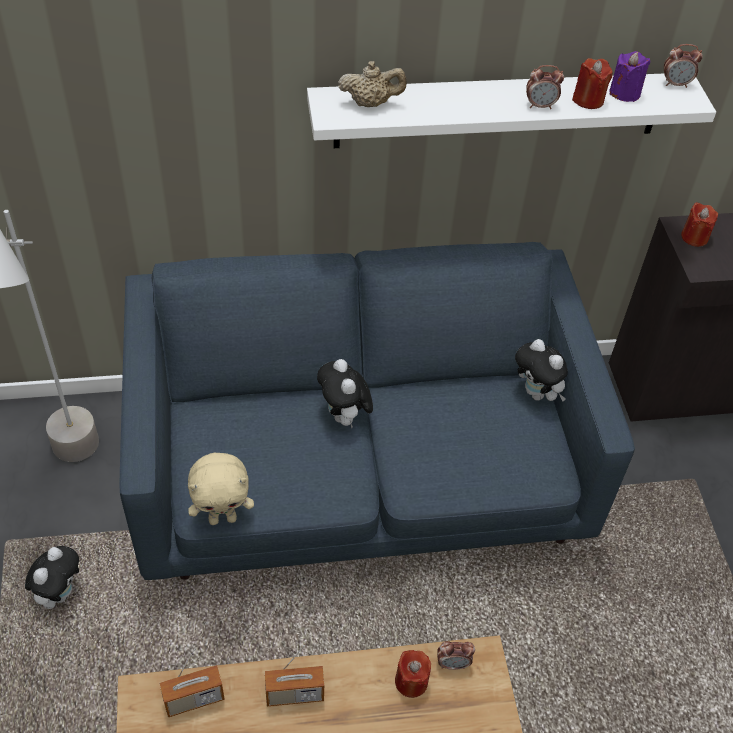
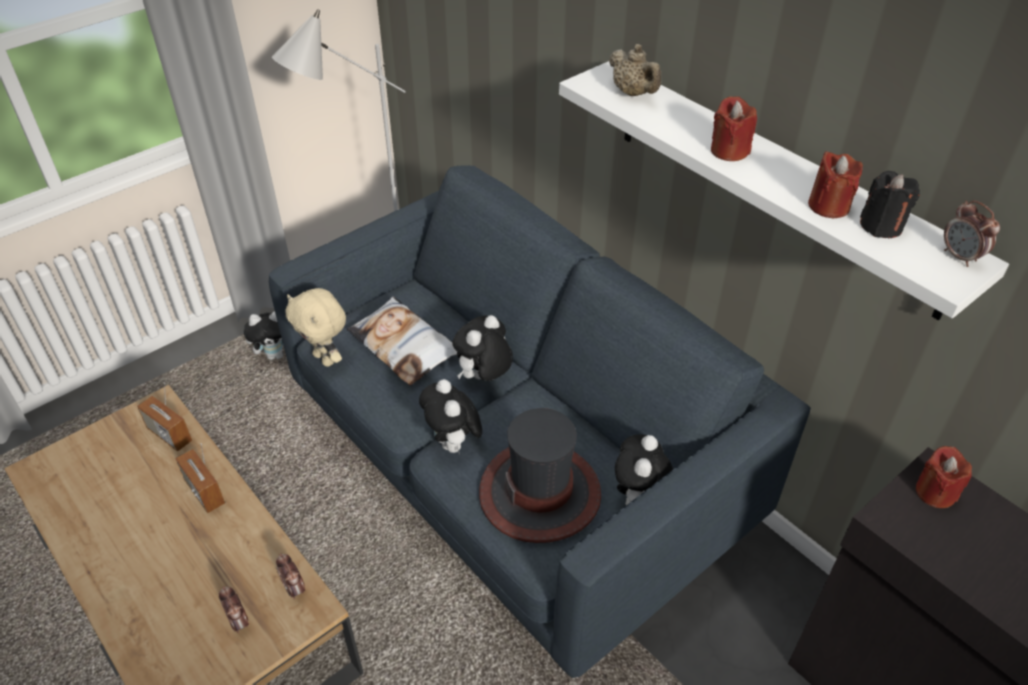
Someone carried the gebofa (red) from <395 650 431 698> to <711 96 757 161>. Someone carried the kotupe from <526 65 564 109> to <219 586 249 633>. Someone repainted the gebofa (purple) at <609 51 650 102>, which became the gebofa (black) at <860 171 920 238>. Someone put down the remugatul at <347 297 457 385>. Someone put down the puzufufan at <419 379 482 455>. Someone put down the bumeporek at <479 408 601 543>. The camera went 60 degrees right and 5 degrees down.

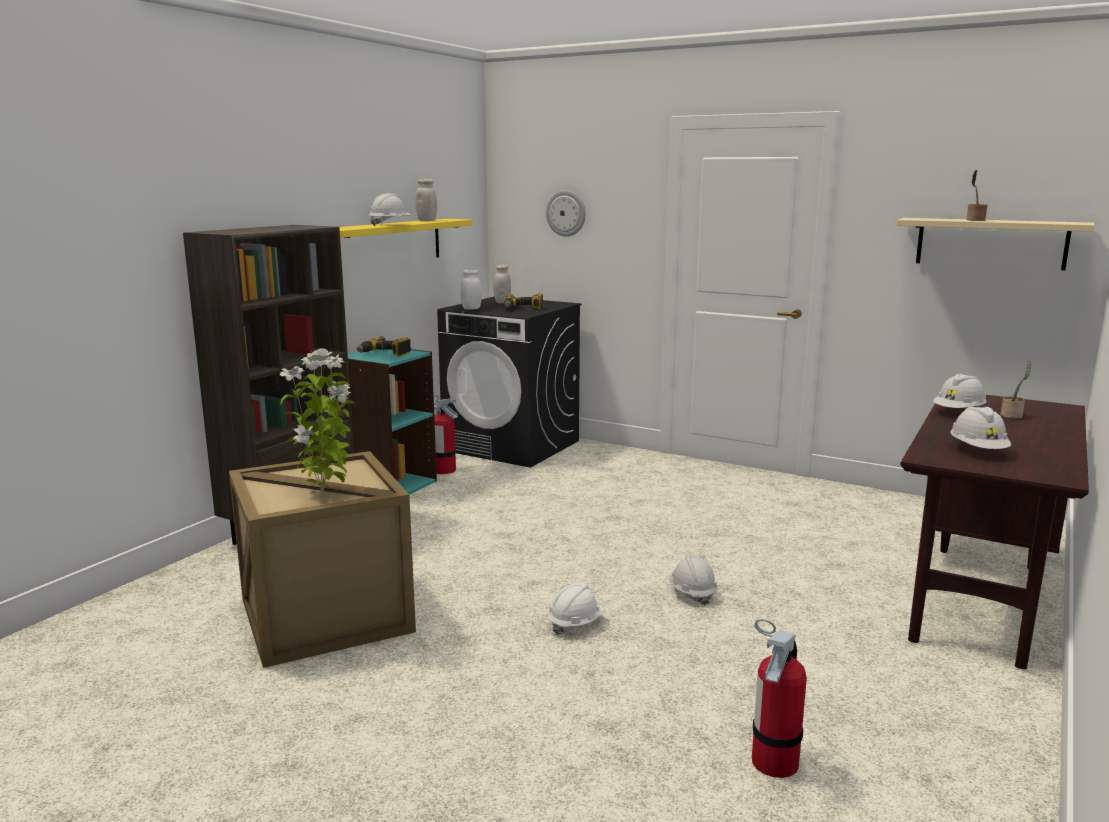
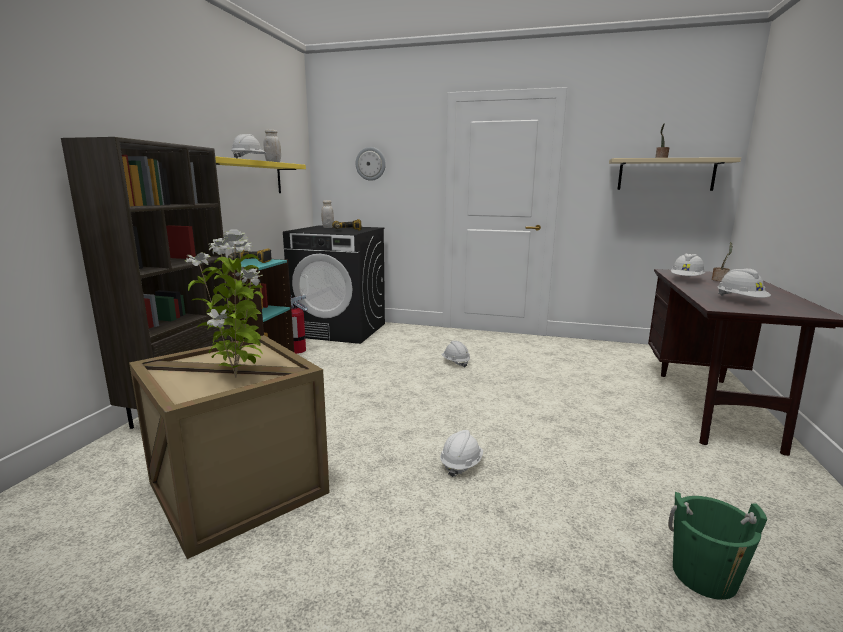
Someone took away the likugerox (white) at <460 269 481 310>. Someone carried the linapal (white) from <669 554 717 606> to <441 341 470 368>. Someone swapped the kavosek at <752 619 807 778> for the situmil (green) at <668 492 767 600>. The camera went 15 degrees left and 0 degrees up.

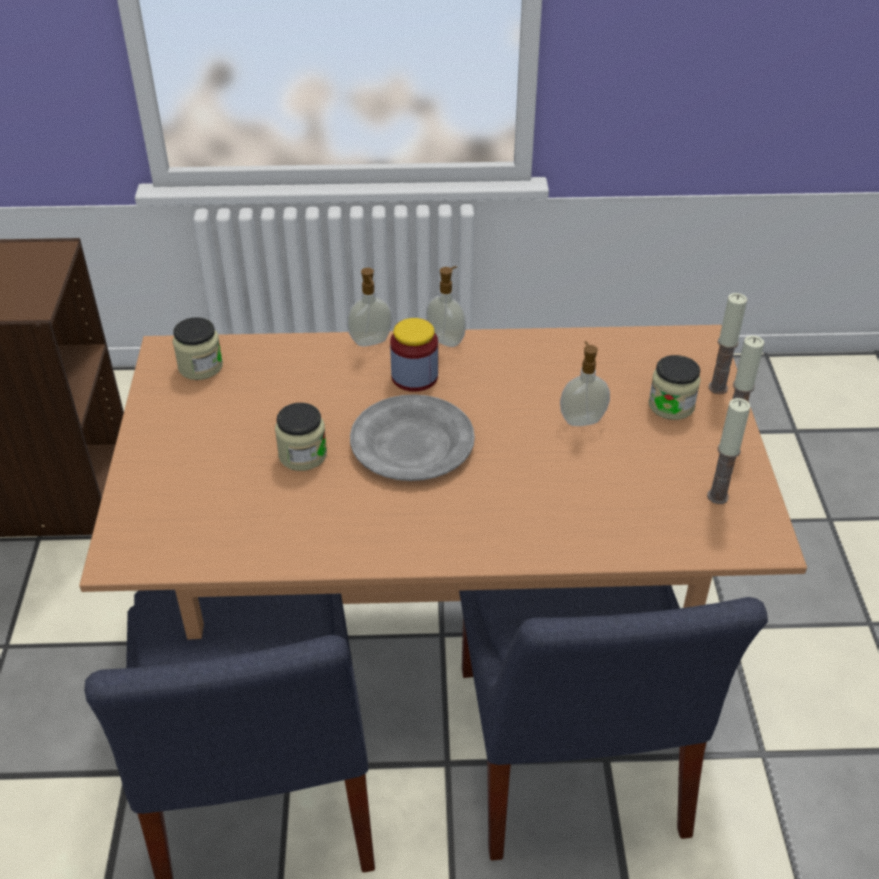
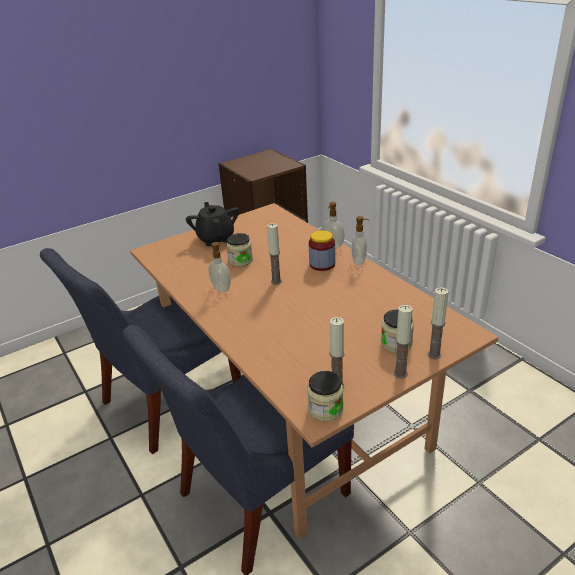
Someone carried the likugerox from <173 317 223 380> to <307 371 343 421>. Someone swapped the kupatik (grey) at <350 394 475 481> for the gebofa at <267 223 282 285>. Someone carried the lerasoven from <560 341 610 426> to <208 242 231 292>. Someone put down the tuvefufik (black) at <186 202 239 246>. The camera went 60 degrees right and 10 degrees down.

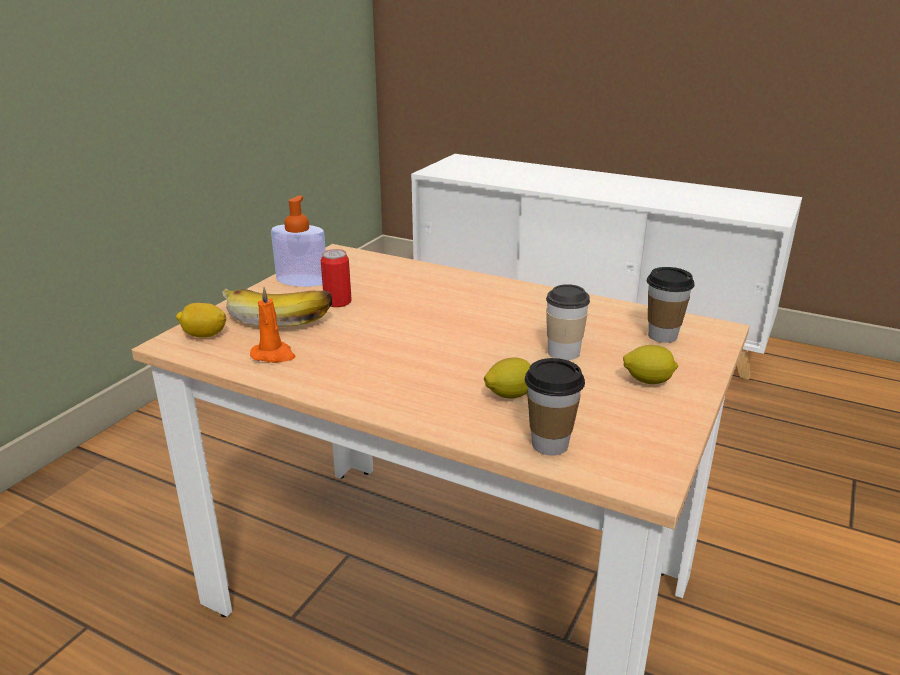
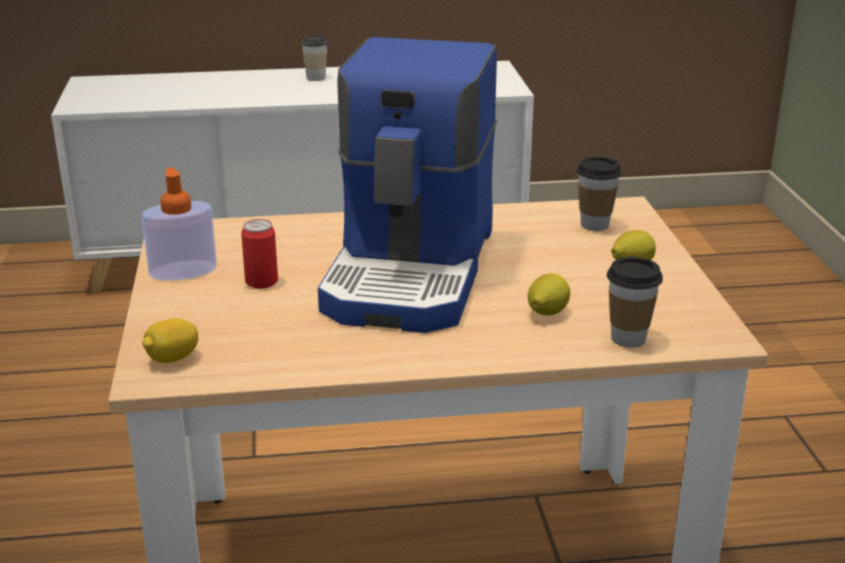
Someone took away the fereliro at <222 288 332 327>. Someone took away the gebofa (orange) at <250 287 295 363>. Someone carried the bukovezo from <546 284 590 360> to <302 35 328 81>. Someone put down the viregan at <318 37 497 333>. The camera went 35 degrees left and 0 degrees up.

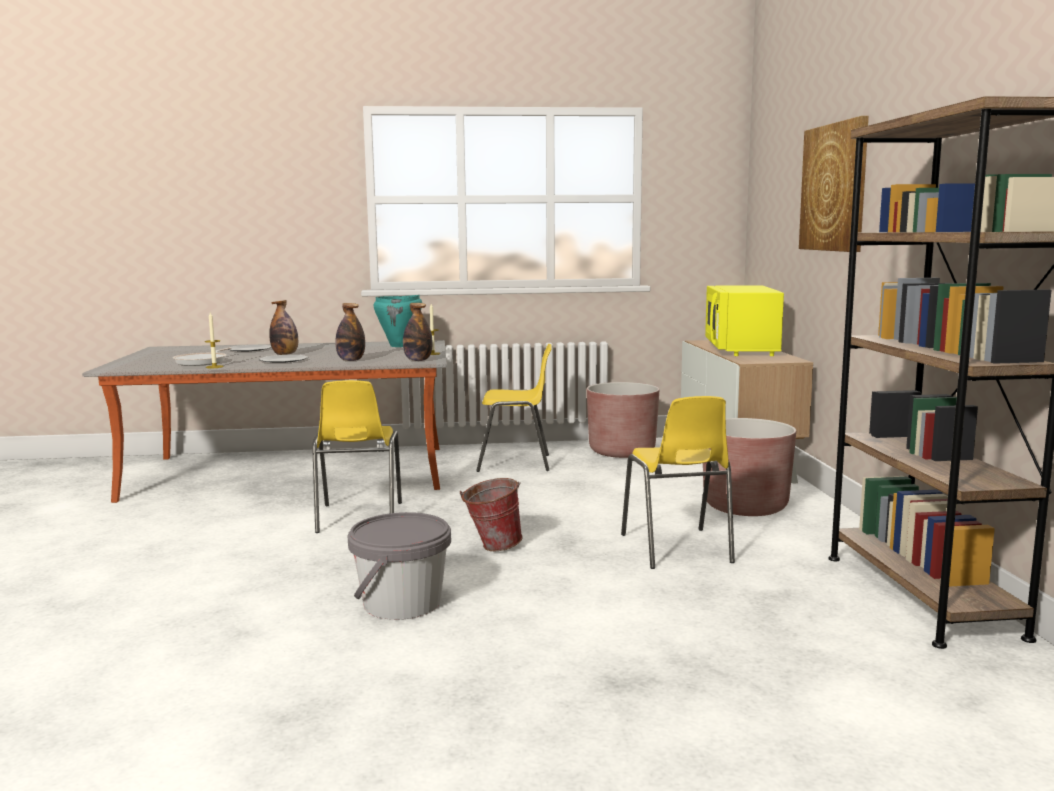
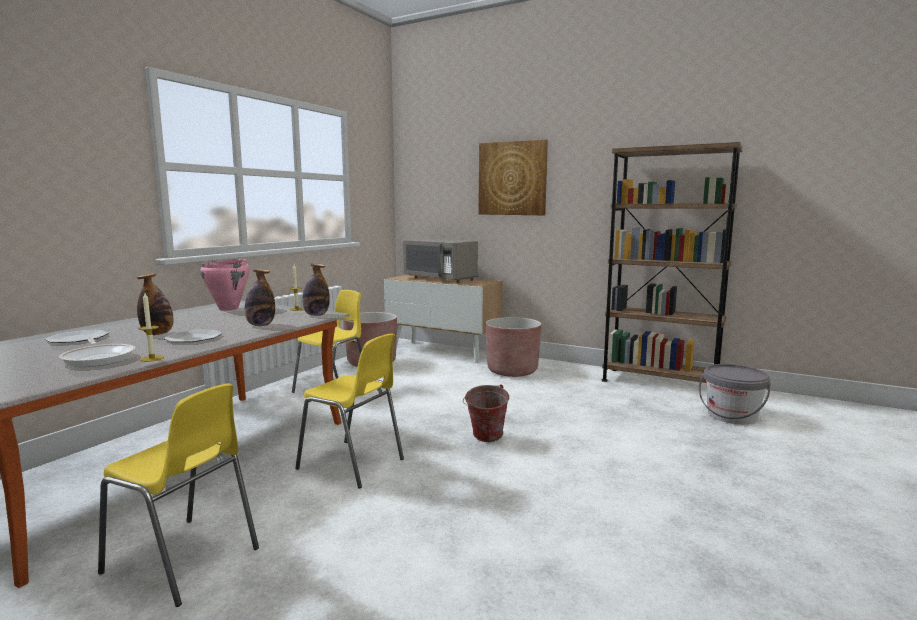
Someone carried the situmil (grey) from <348 512 451 620> to <699 364 771 424>. Someone repainted the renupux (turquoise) at <374 295 422 347>, which became the renupux (pink) at <200 259 250 311>. Someone carried the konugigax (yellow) from <621 396 735 569> to <98 383 259 607>. Someone repainted the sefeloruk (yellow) at <705 285 784 356>, which became the sefeloruk (grey) at <403 238 478 283>. The camera went 55 degrees left and 0 degrees up.

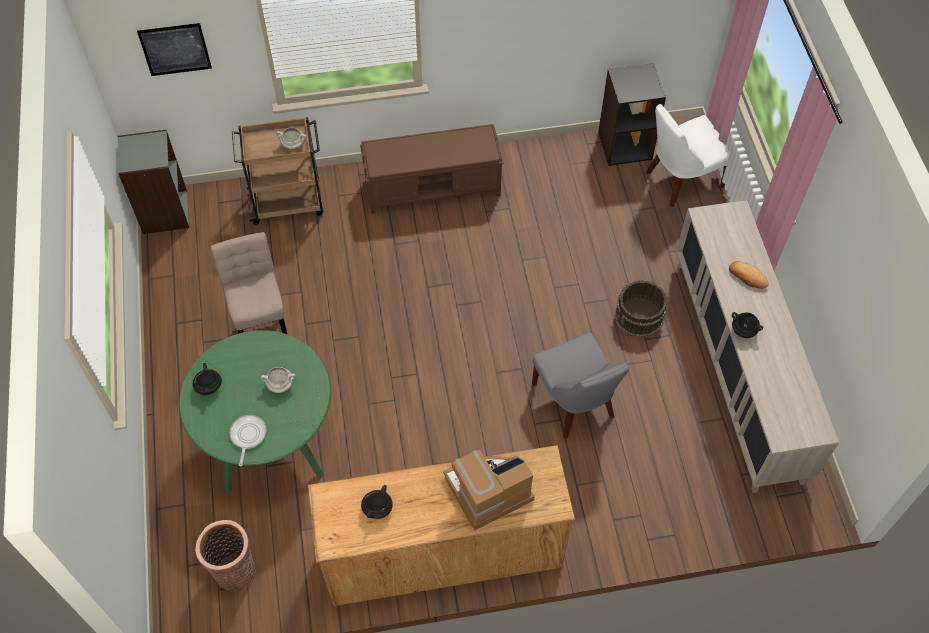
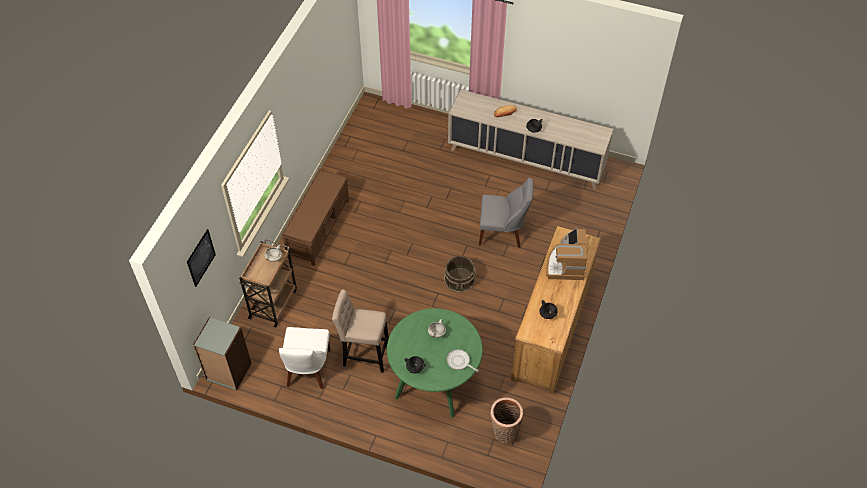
Someone took away the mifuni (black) at <598 63 666 166>. Someone carried the situmil (brown) from <615 280 668 337> to <444 256 475 293>. Someone carried the konugigax (white) from <646 104 731 207> to <279 327 331 389>. The camera went 60 degrees left and 5 degrees down.

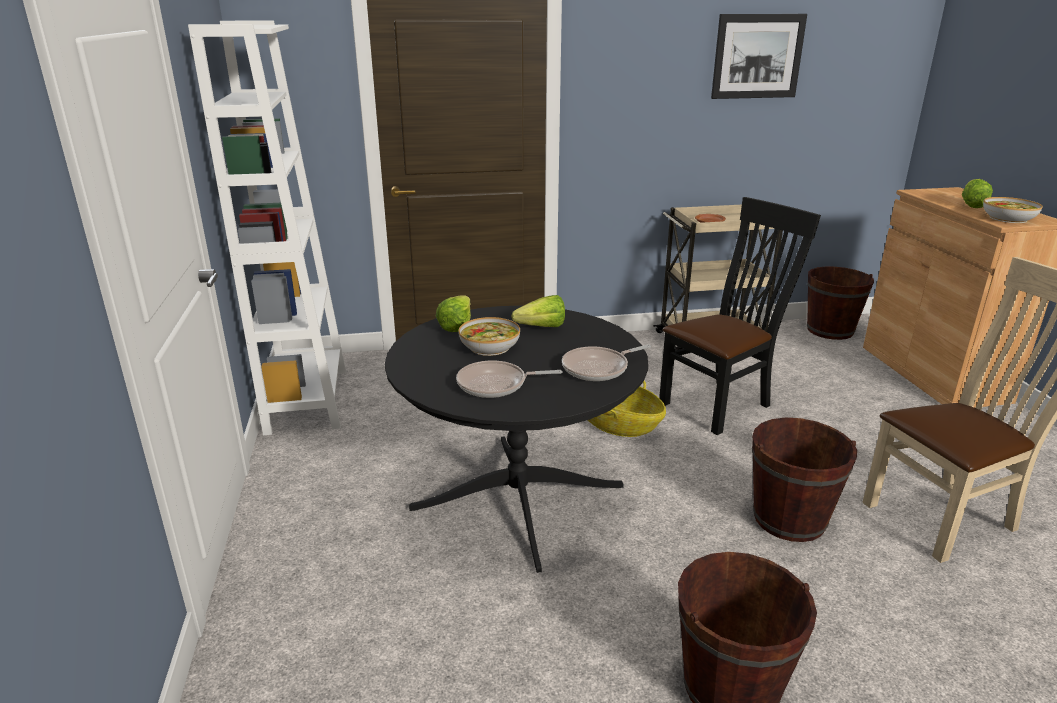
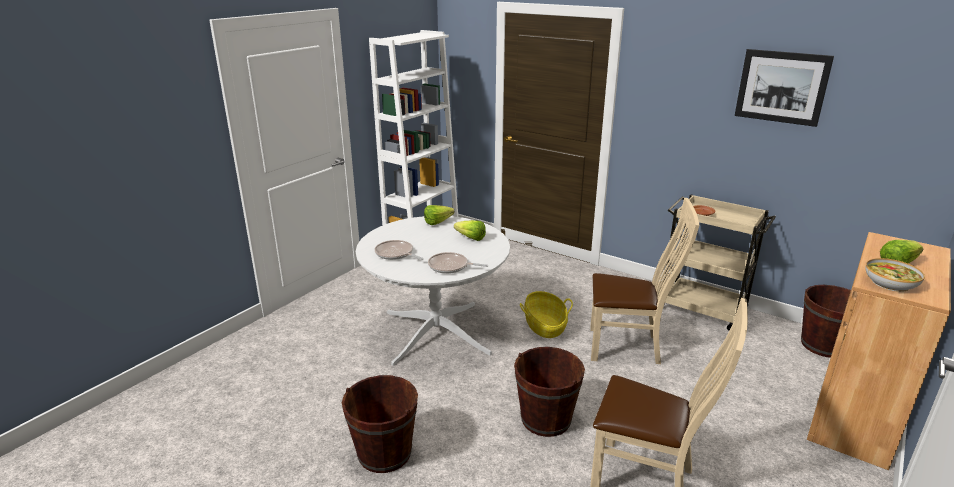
Someone repainted the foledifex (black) at <385 306 648 573>, which became the foledifex (white) at <356 216 510 366>. Someone took away the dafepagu at <459 317 520 356>. Someone repainted the konugigax (black) at <659 197 821 435>, which became the konugigax (beige) at <590 198 700 364>. The camera went 45 degrees right and 0 degrees up.

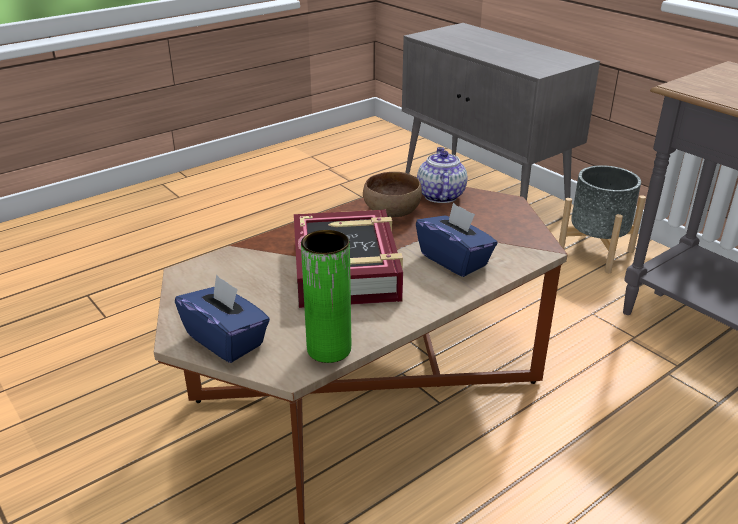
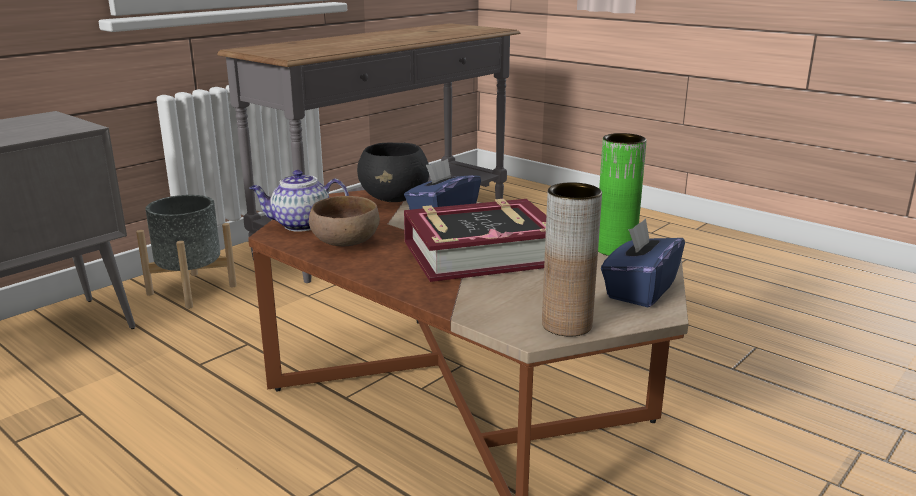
Someone put down the dafepagu (black) at <357 142 429 202>. Someone put down the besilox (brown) at <542 182 602 336>. The camera went 100 degrees left and 10 degrees down.

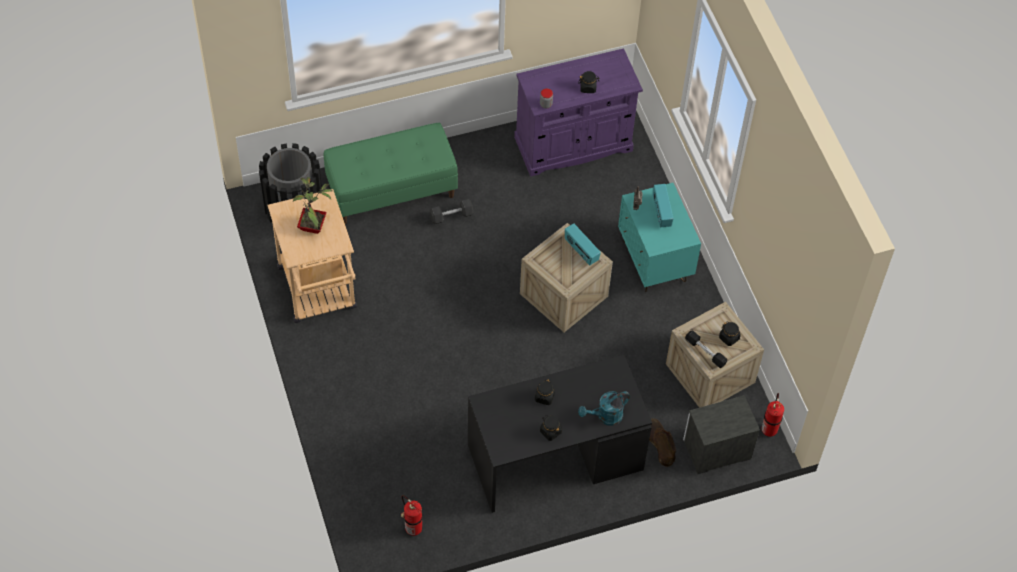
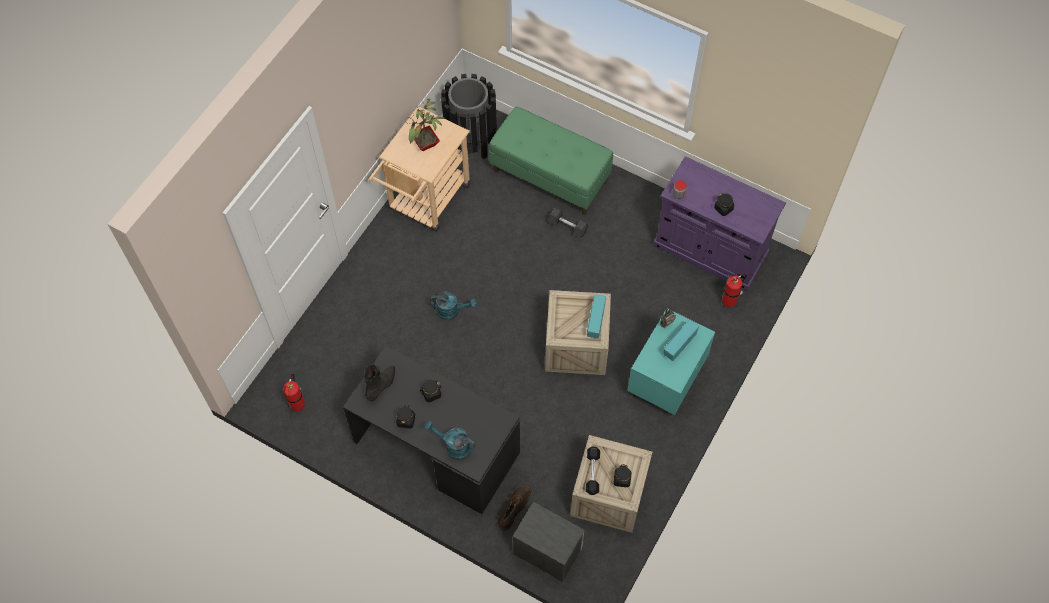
Someone carried the kavosek from <761 393 784 437> to <722 273 747 307>. Someone put down the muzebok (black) at <364 364 395 402>. Someone put down the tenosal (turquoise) at <430 292 477 320>. The camera went 50 degrees right and 5 degrees up.

